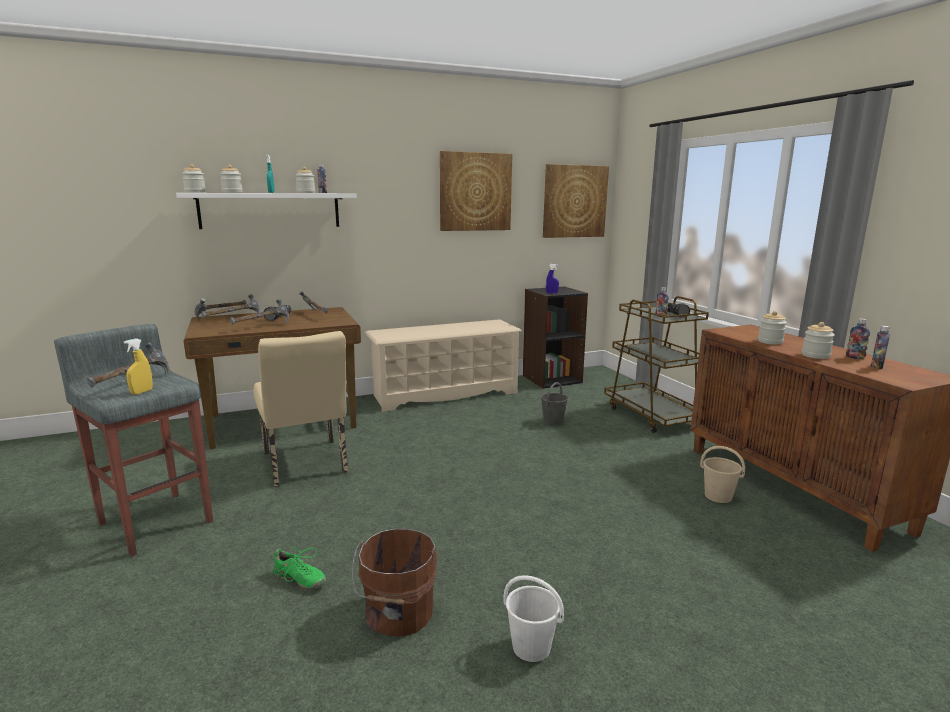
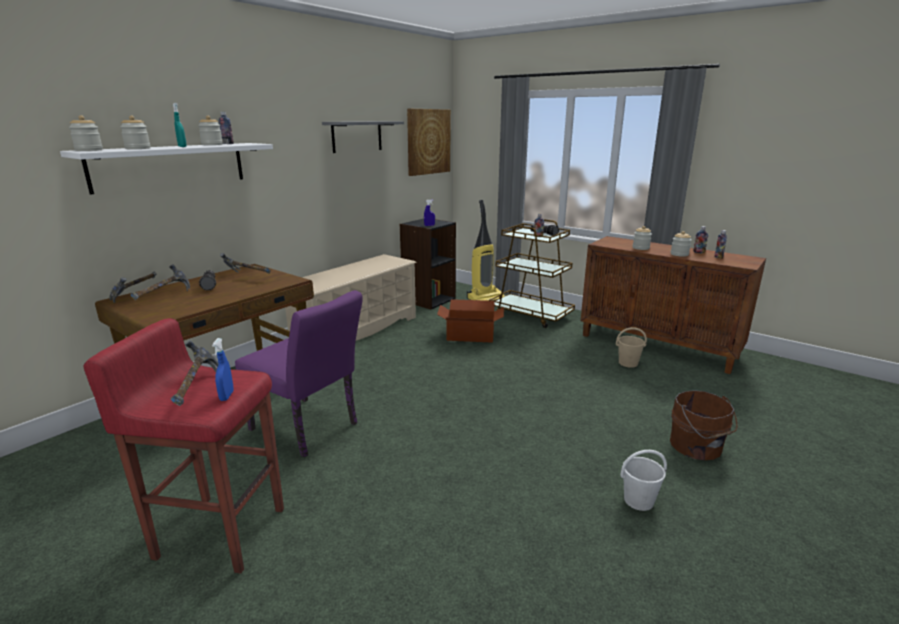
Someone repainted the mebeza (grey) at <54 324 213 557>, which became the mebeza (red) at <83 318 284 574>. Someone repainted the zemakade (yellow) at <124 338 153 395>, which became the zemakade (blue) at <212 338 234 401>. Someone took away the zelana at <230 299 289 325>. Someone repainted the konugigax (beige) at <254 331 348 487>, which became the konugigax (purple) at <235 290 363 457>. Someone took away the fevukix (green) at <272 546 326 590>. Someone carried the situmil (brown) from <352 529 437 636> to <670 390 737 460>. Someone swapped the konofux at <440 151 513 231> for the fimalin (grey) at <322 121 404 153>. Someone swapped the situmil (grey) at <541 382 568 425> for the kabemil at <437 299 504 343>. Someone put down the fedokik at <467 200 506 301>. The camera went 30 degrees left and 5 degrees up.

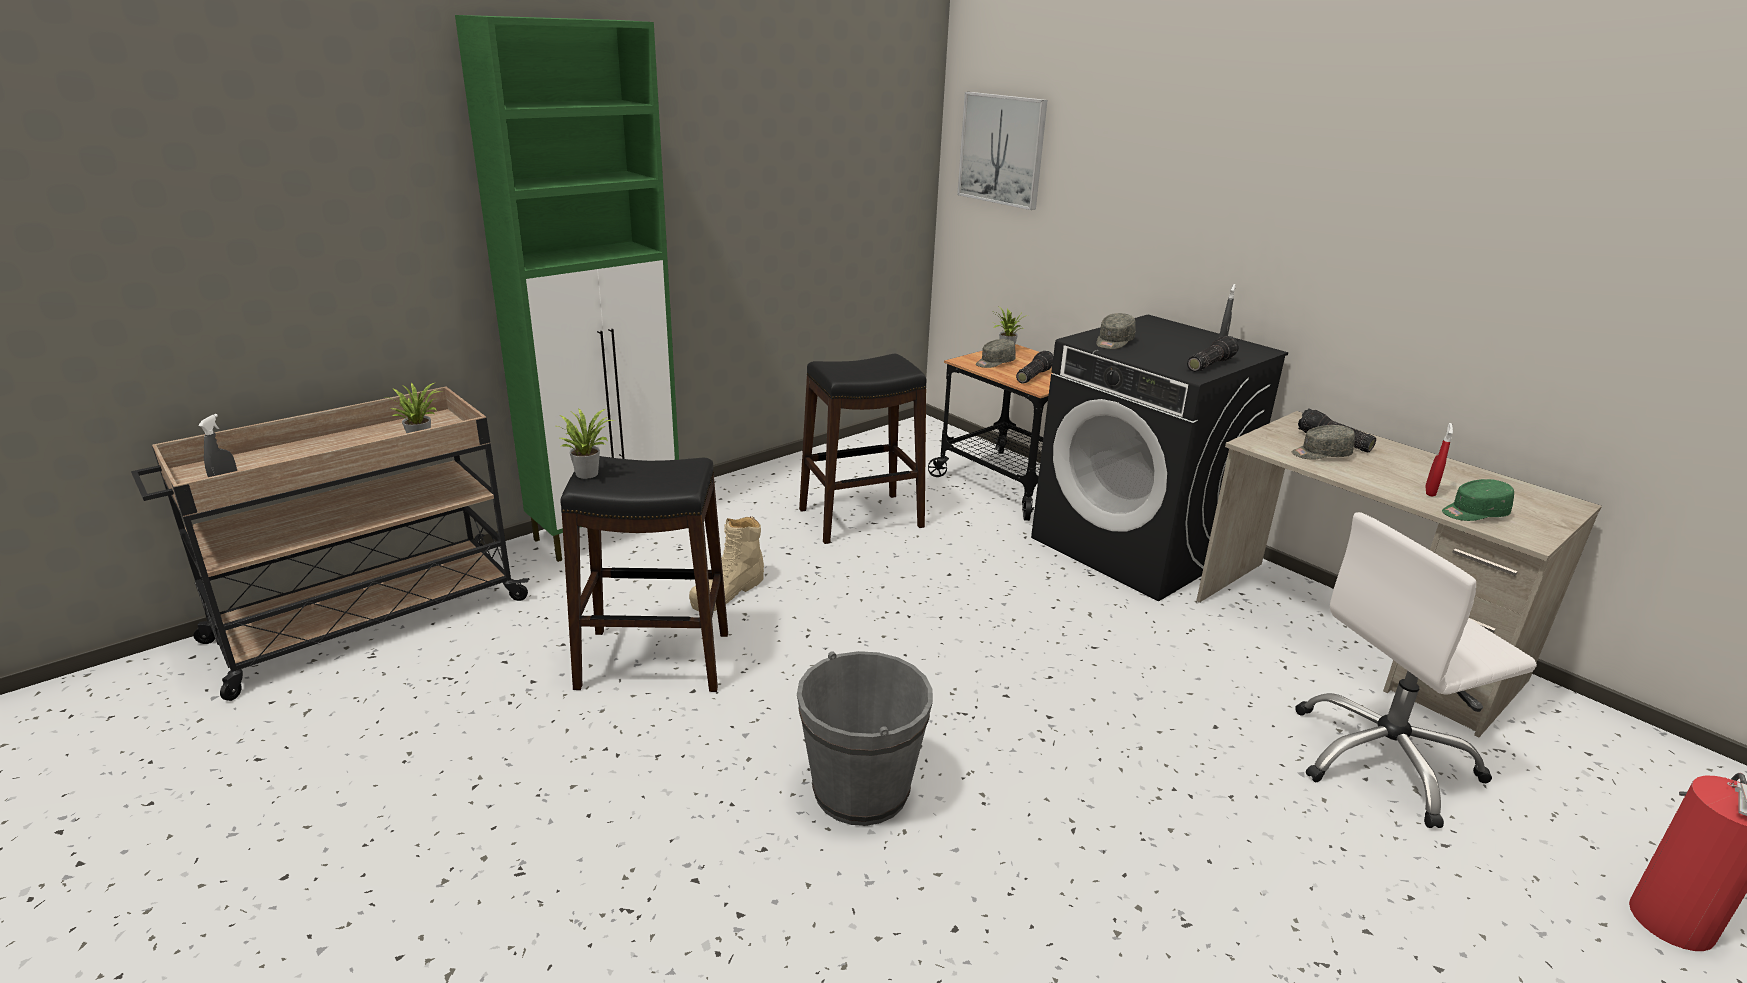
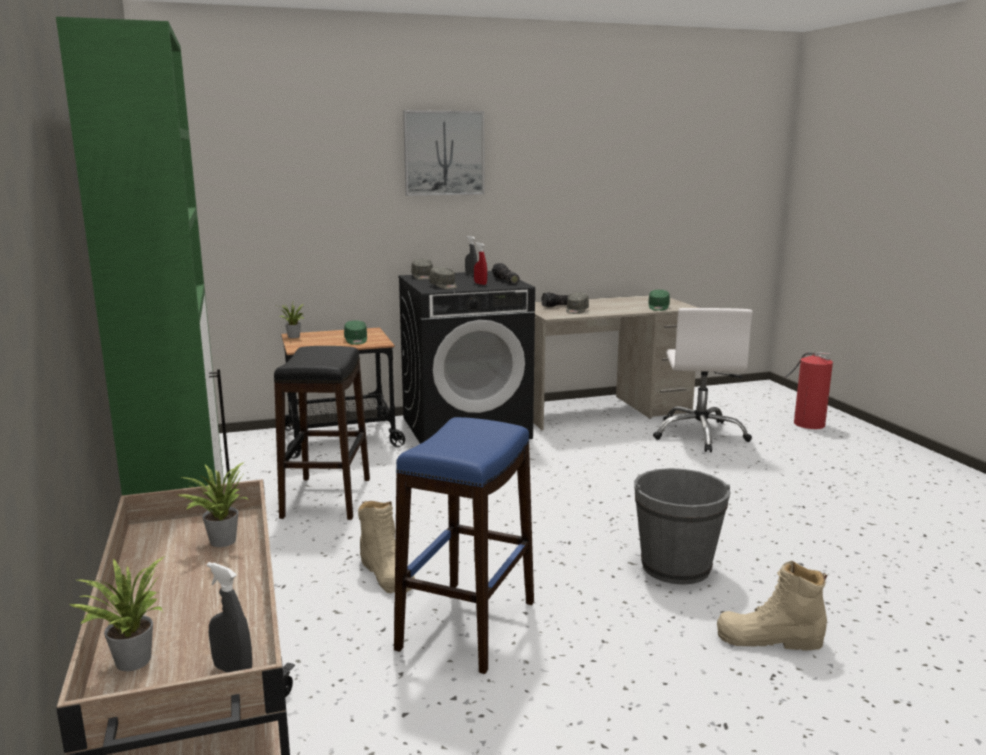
Someone carried the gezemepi from <557 409 614 479> to <69 556 165 671>. Someone repainted the mebeza (black) at <560 456 728 692>, which became the mebeza (blue) at <394 417 534 674>. Someone carried the konofux from <957 92 1047 210> to <403 110 485 196>. Someone carried the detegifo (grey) from <976 339 1016 368> to <411 259 433 280>. Someone swapped the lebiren at <1016 351 1053 384> for the detegifo (green) at <344 320 367 345>. Someone carried the zemakade (red) from <1425 423 1453 497> to <474 243 487 285>. Someone put down the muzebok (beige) at <717 561 827 651>. The camera went 65 degrees left and 10 degrees down.

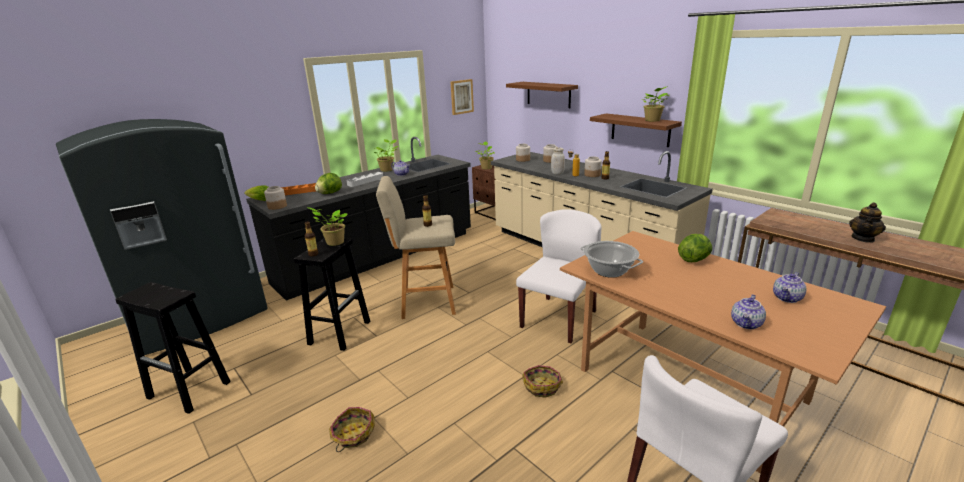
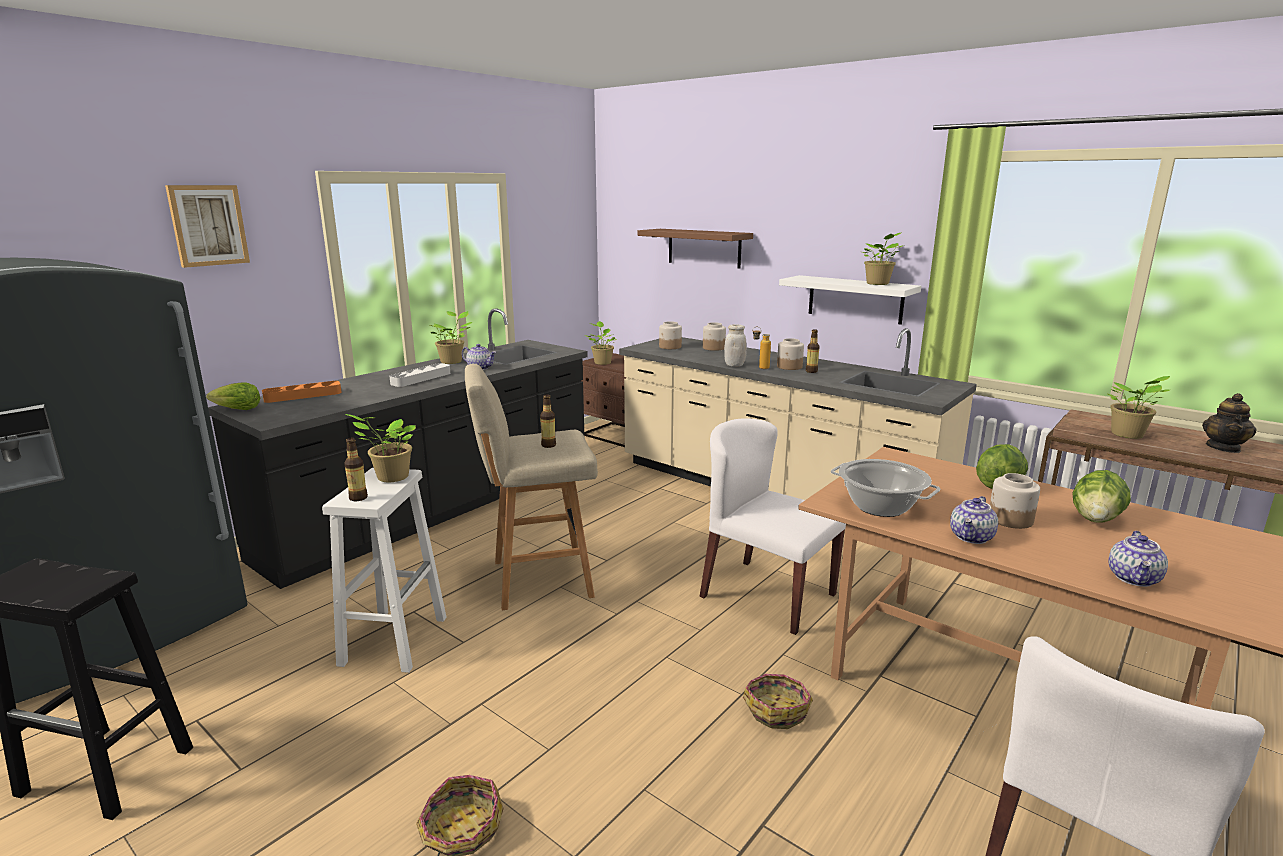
Someone carried the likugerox from <264 186 287 210> to <990 473 1040 529>. Someone repainted the mebeza (black) at <294 238 370 351>, which became the mebeza (white) at <322 468 446 673>. Someone carried the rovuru from <315 173 342 194> to <1073 470 1131 523>. Someone carried the konofux from <451 79 474 115> to <165 185 250 268>. Someone rotated the konugigax (white) at <516 209 601 343> by 75 degrees counterclockwise. Someone repainted the fimalin (brown) at <590 113 682 147>, which became the fimalin (white) at <779 275 921 325>. Someone carried the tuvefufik from <773 272 806 303> to <950 496 998 544>. Someone put down the gezemepi at <1108 376 1170 439>. The camera went 10 degrees left and 5 degrees down.

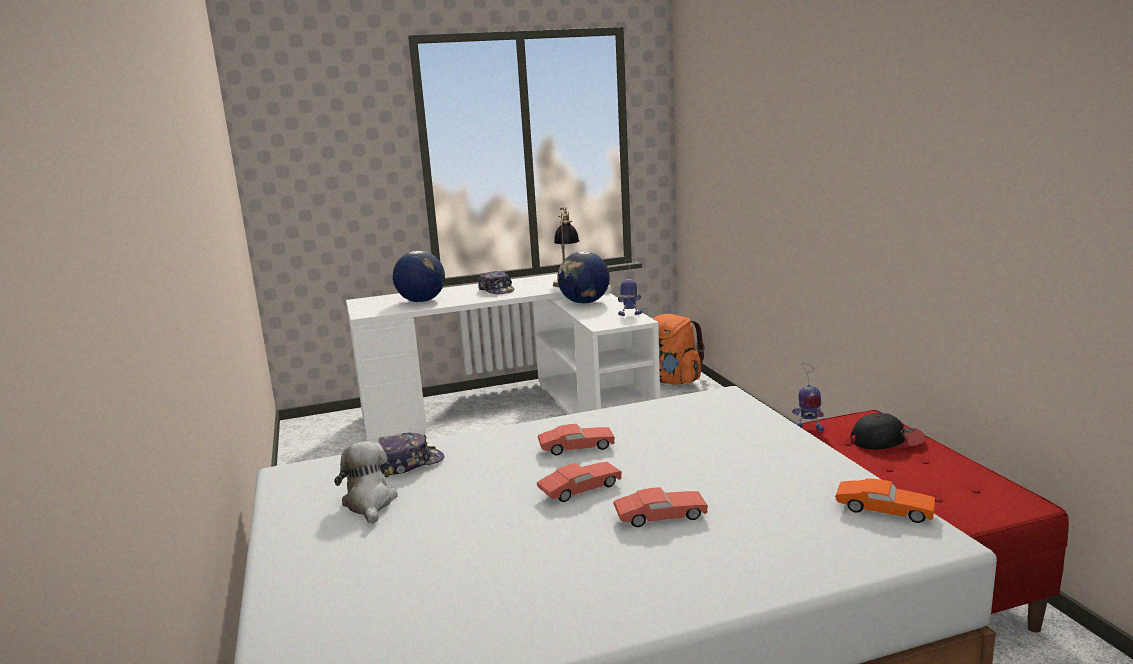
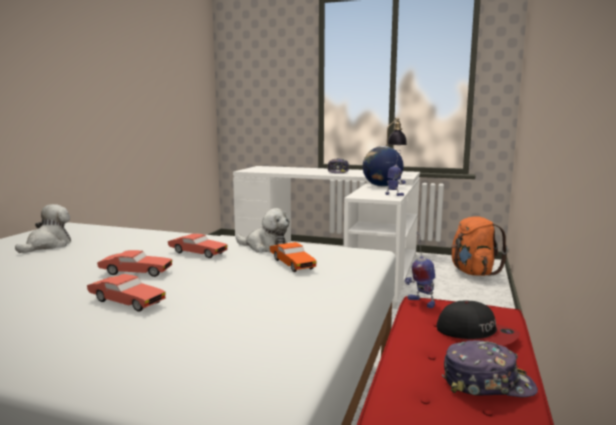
Someone carried the detegifo from <379 433 445 478> to <442 340 538 397>. Someone took away the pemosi at <393 251 445 302>. Someone carried the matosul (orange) from <835 478 935 523> to <270 242 317 272>. Someone put down the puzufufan at <236 208 290 253>. The camera went 35 degrees right and 5 degrees down.

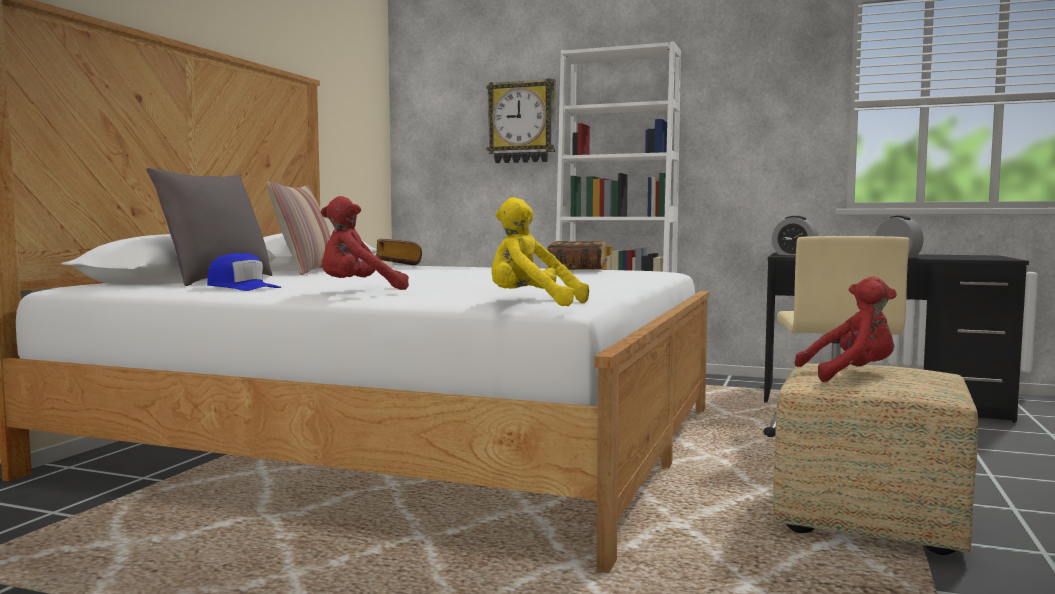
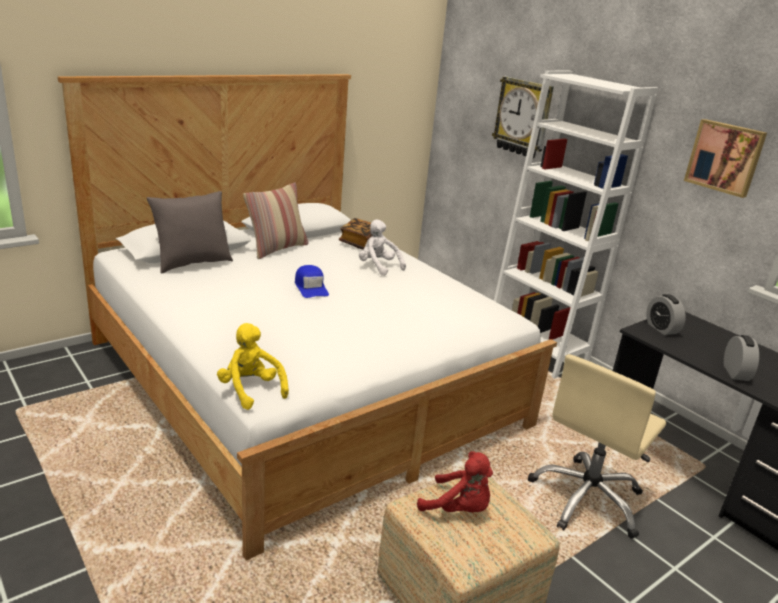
Someone carried the detegifo (blue) from <207 253 282 291> to <295 265 329 298>. Someone took away the puzufufan (red) at <321 196 409 290>. Someone took away the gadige at <547 241 607 270>. Someone put down the puzufufan (white) at <359 219 406 276>. Someone put up the konofux at <684 119 767 198>. The camera went 30 degrees right and 20 degrees up.

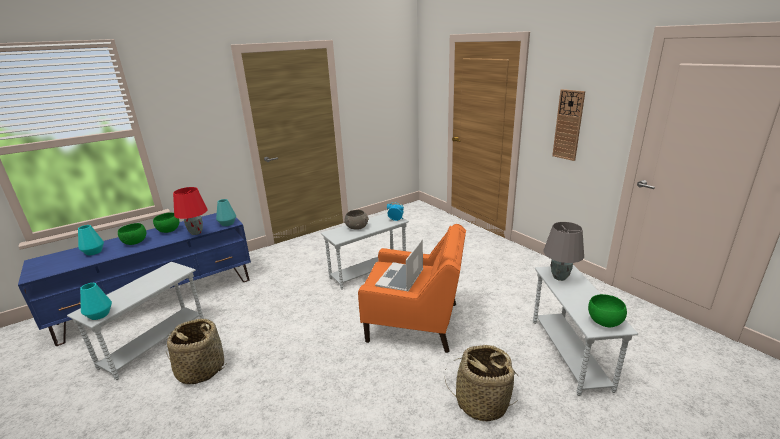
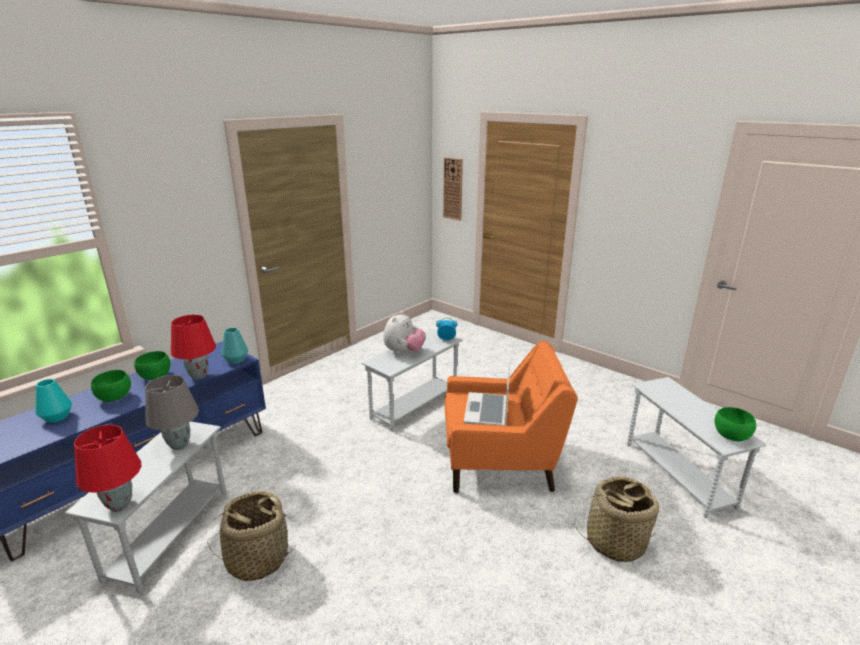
Someone swapped the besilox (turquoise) at <80 283 112 320> for the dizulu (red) at <74 425 141 512>. Someone swapped the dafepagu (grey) at <344 210 369 230> for the puzufufan at <383 312 426 354>. Someone carried the dizulu (grey) from <544 222 584 281> to <145 375 199 450>. Someone carried the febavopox from <552 89 585 161> to <443 157 463 221>. The camera went 15 degrees left and 0 degrees up.

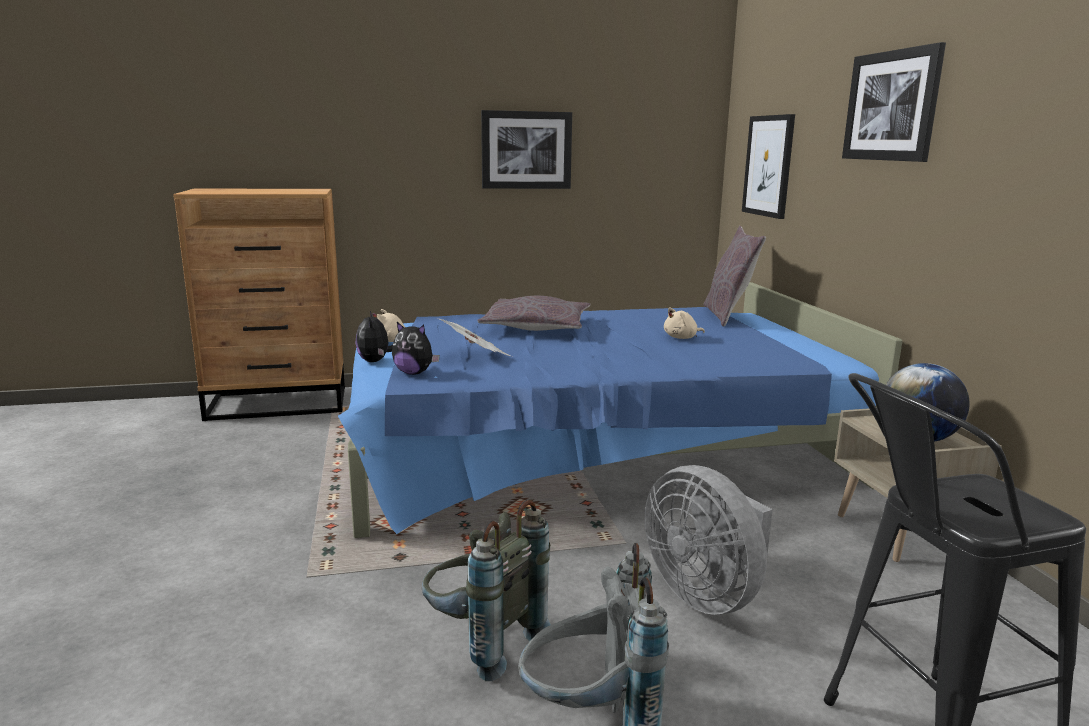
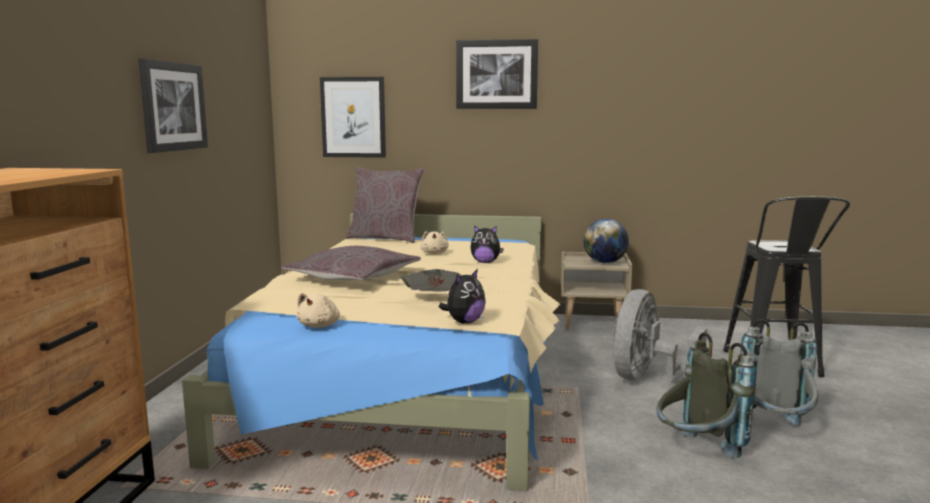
Someone repainted the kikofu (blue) at <338 282 903 538>, which became the kikofu (beige) at <182 213 560 491>. Someone carried the puzufufan from <355 311 393 362> to <471 225 504 263>. Someone rotated the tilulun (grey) at <645 465 773 615> by 135 degrees clockwise. The camera went 70 degrees left and 5 degrees down.

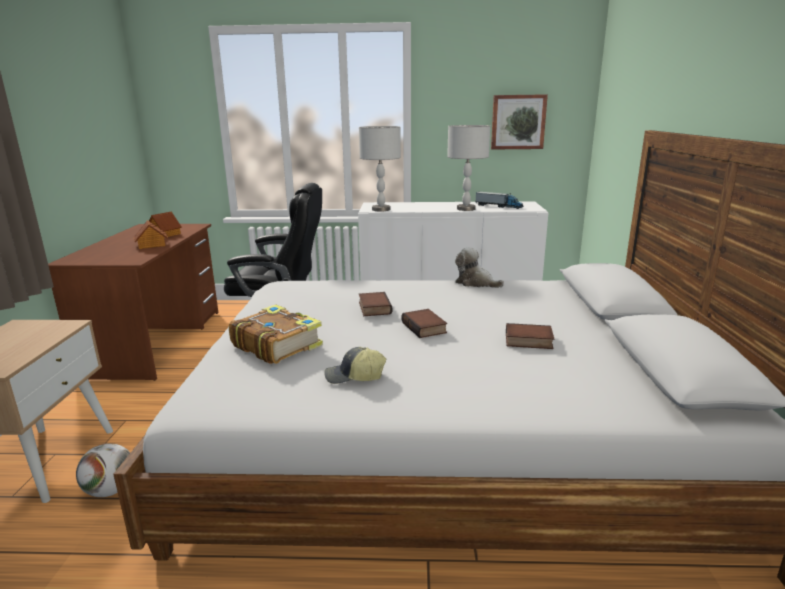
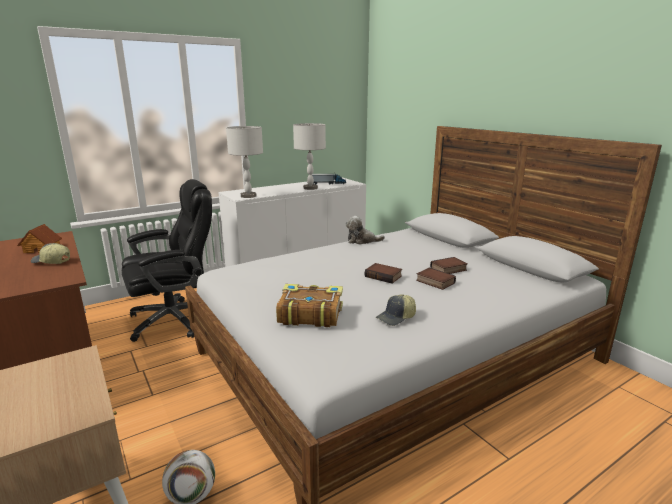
Someone swapped the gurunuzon at <134 220 168 249> for the detegifo at <31 243 70 264>. Someone carried the gadige from <359 292 392 316> to <416 268 456 290>. Someone took away the konofux at <491 94 548 150>. The camera went 35 degrees left and 0 degrees up.

